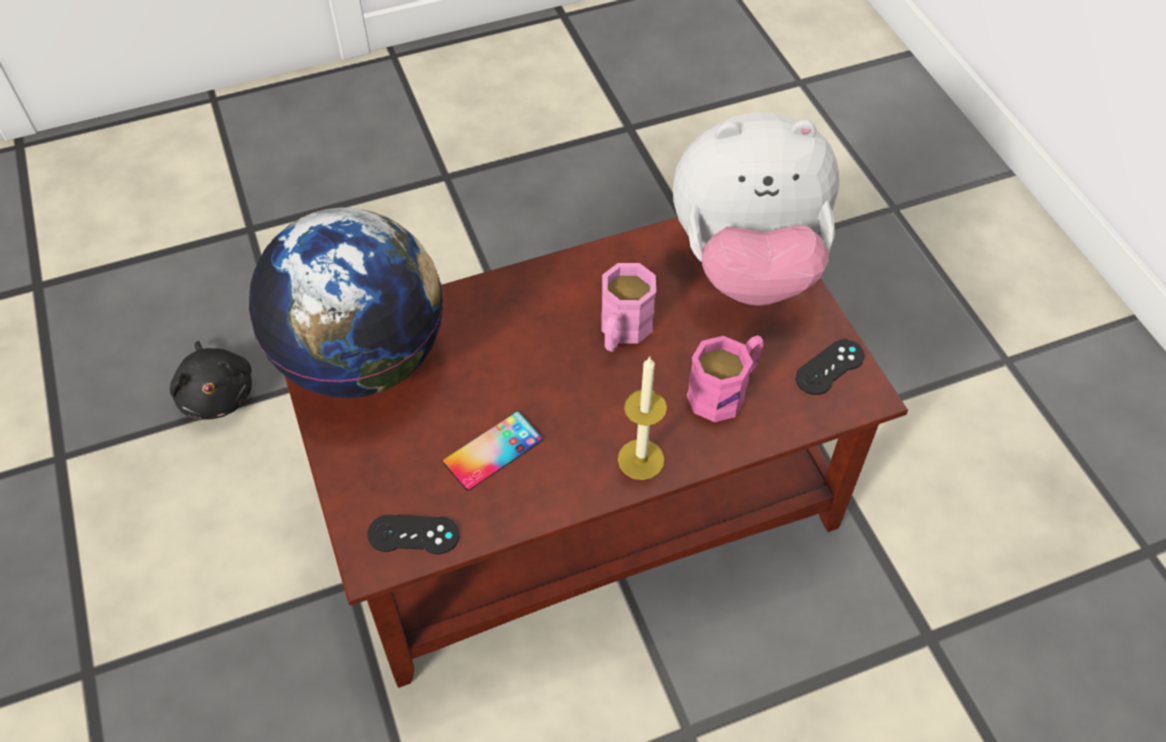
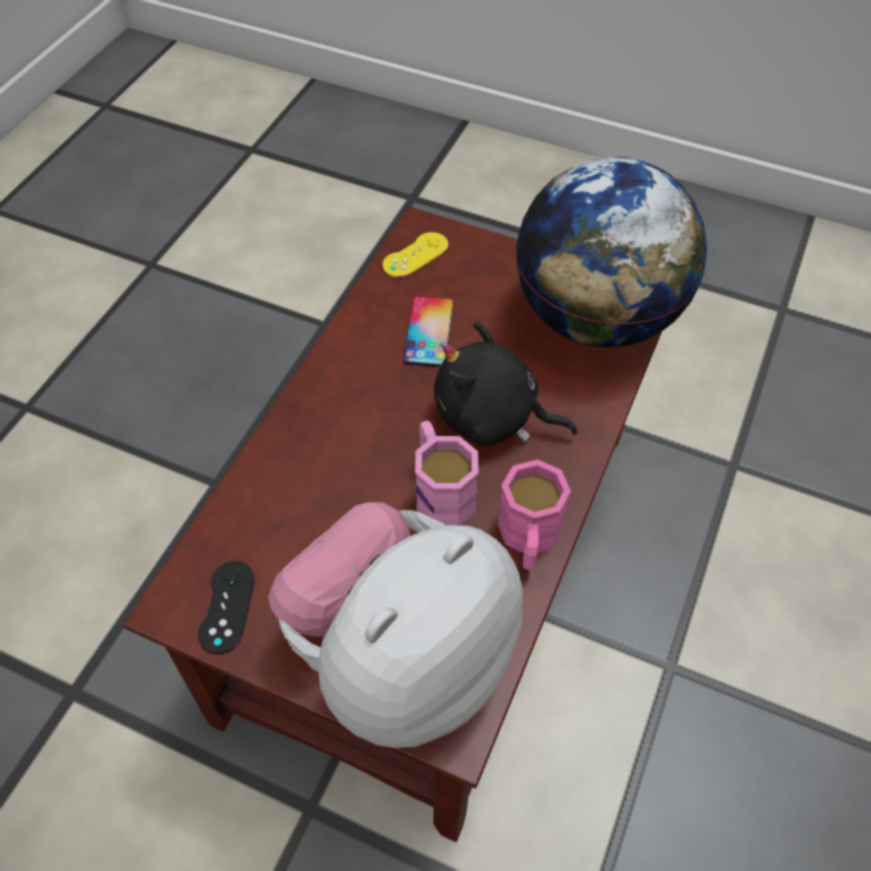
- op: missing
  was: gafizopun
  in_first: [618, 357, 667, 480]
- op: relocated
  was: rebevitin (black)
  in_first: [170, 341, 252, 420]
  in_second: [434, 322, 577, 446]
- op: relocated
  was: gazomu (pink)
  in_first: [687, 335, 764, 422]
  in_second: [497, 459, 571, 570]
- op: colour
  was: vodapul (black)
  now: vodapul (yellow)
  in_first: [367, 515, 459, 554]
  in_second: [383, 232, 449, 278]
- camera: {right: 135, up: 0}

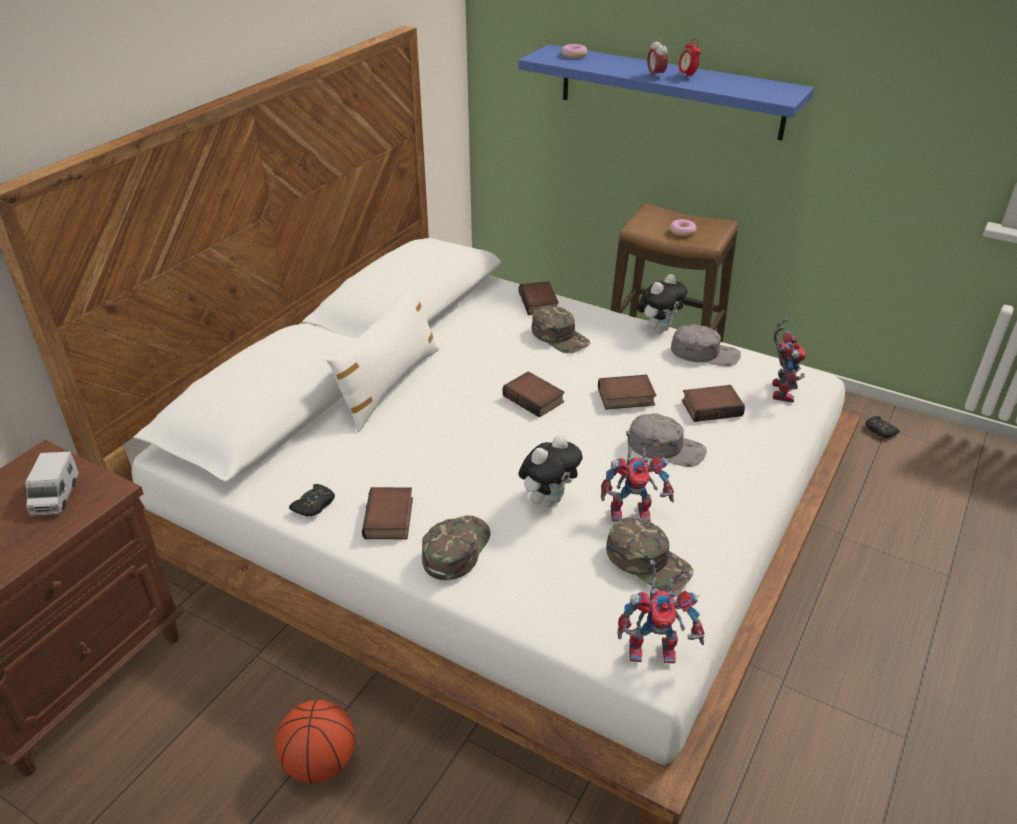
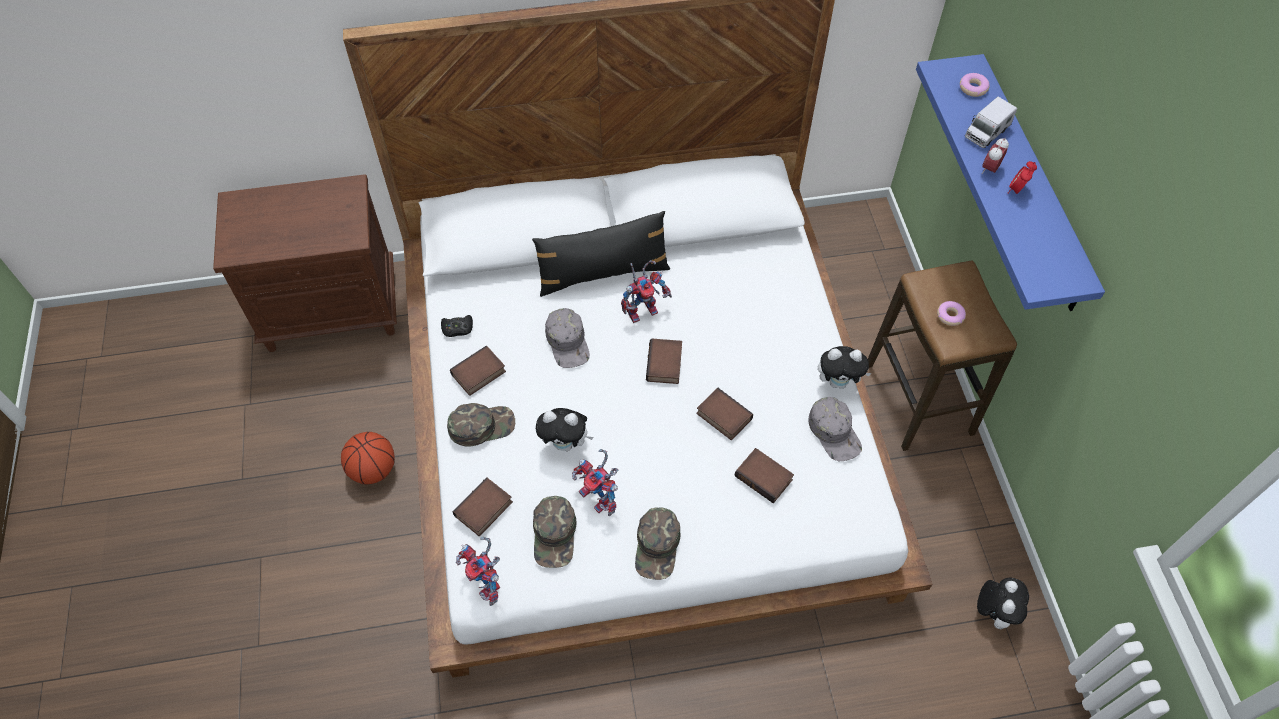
- op: relocated
  was: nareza
  in_first: [23, 452, 79, 516]
  in_second: [965, 97, 1017, 148]
- op: relocated
  was: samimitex
  in_first: [518, 281, 559, 315]
  in_second: [453, 477, 513, 536]
- op: relocated
  was: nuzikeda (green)
  in_first: [532, 305, 590, 353]
  in_second: [635, 508, 680, 580]
- op: relocated
  was: nuzikeda (grey)
  in_first: [629, 413, 707, 467]
  in_second: [545, 308, 590, 368]
- op: relocated
  was: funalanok
  in_first: [772, 318, 806, 403]
  in_second: [621, 260, 672, 323]
- op: exchanged
  was: vodapul (black)
  now: rebevitin
  in_first: [865, 416, 900, 438]
  in_second: [977, 578, 1029, 629]
- op: colour
  was: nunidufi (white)
  now: nunidufi (black)
  in_first: [326, 282, 440, 432]
  in_second: [532, 211, 671, 297]
- camera: {right: 50, up: 20}

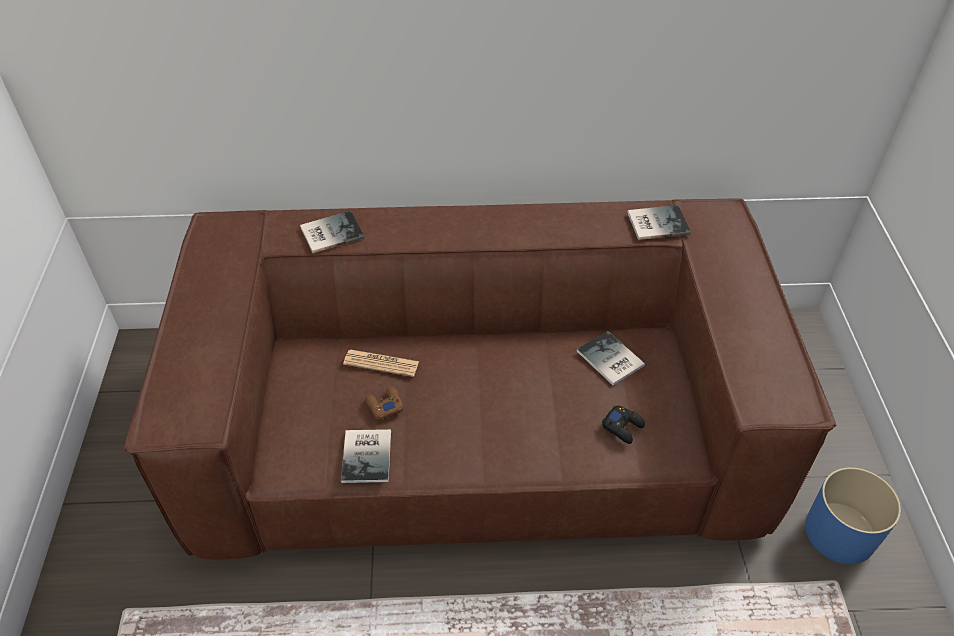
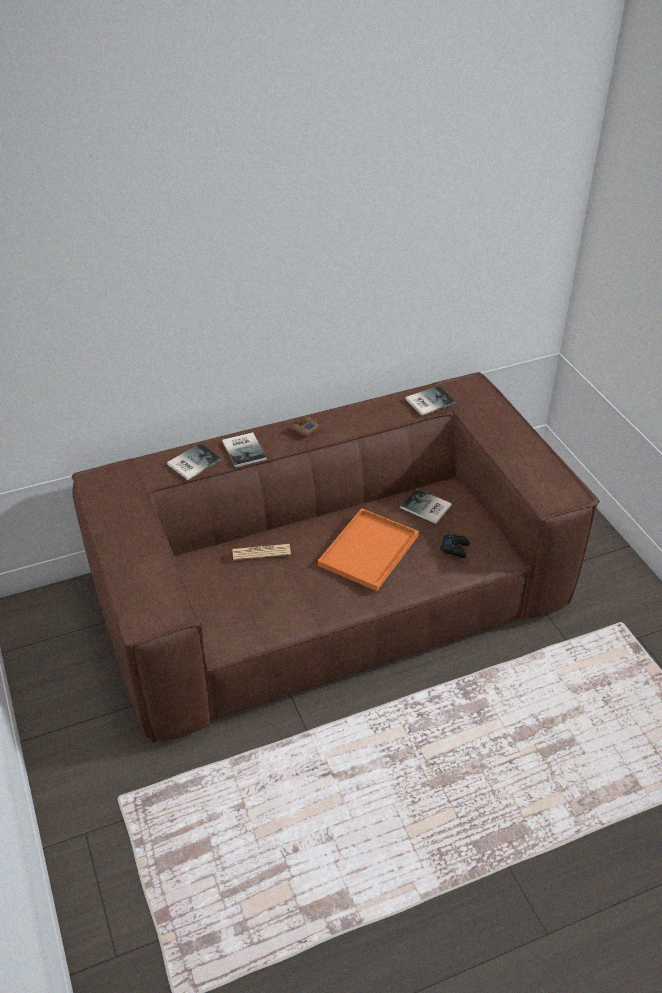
- op: missing
  was: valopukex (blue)
  in_first: [805, 467, 901, 564]
- op: appeared
  now: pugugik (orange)
  in_second: [318, 508, 419, 591]
- op: relocated
  was: samimitex
  in_first: [341, 429, 391, 483]
  in_second: [222, 432, 266, 467]
- op: relocated
  was: vodapul (brown)
  in_first: [365, 387, 404, 420]
  in_second: [289, 416, 319, 437]
- camera: {right: -20, up: -5}

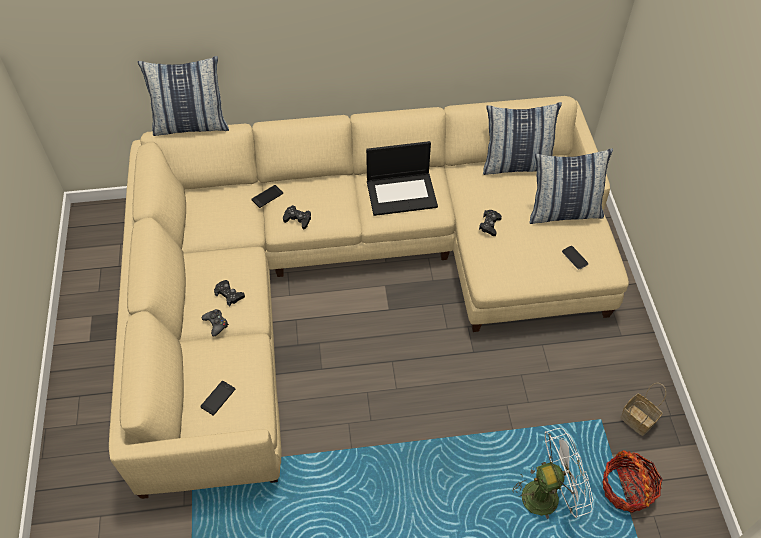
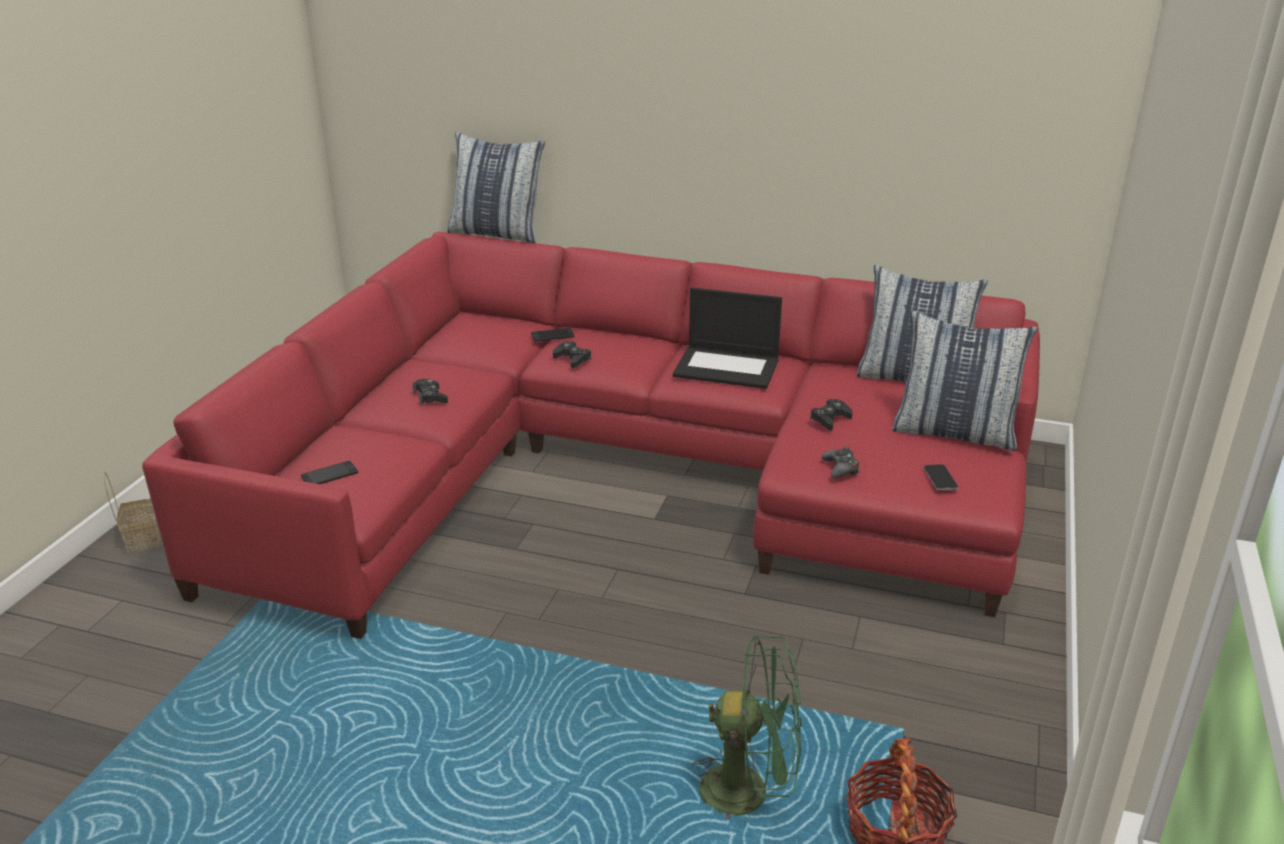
- op: relocated
  was: vodapul (black)
  in_first: [202, 309, 229, 337]
  in_second: [821, 446, 859, 478]
- op: relocated
  was: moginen
  in_first: [620, 383, 666, 436]
  in_second: [103, 471, 161, 553]
- op: colour
  was: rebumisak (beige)
  now: rebumisak (red)
  in_first: [109, 96, 629, 499]
  in_second: [142, 232, 1040, 639]
- op: colour
  was: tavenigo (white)
  now: tavenigo (green)
  in_first: [513, 428, 593, 519]
  in_second: [692, 635, 802, 820]
- camera: {right: 25, up: -25}

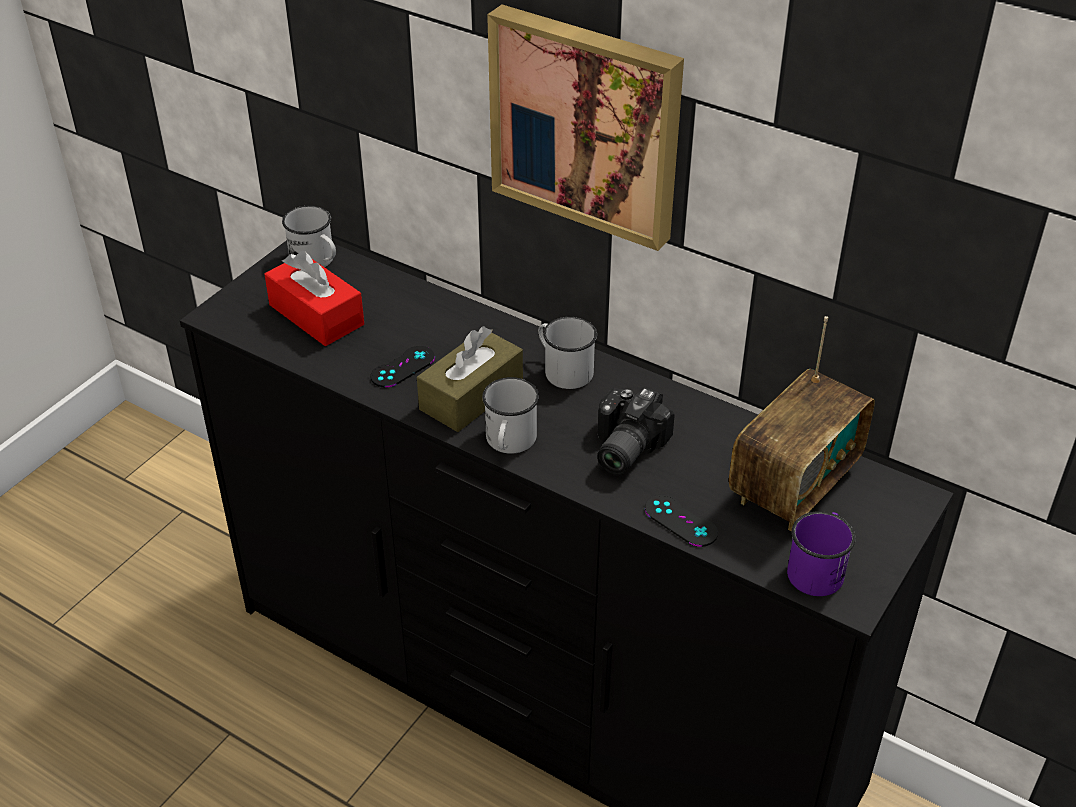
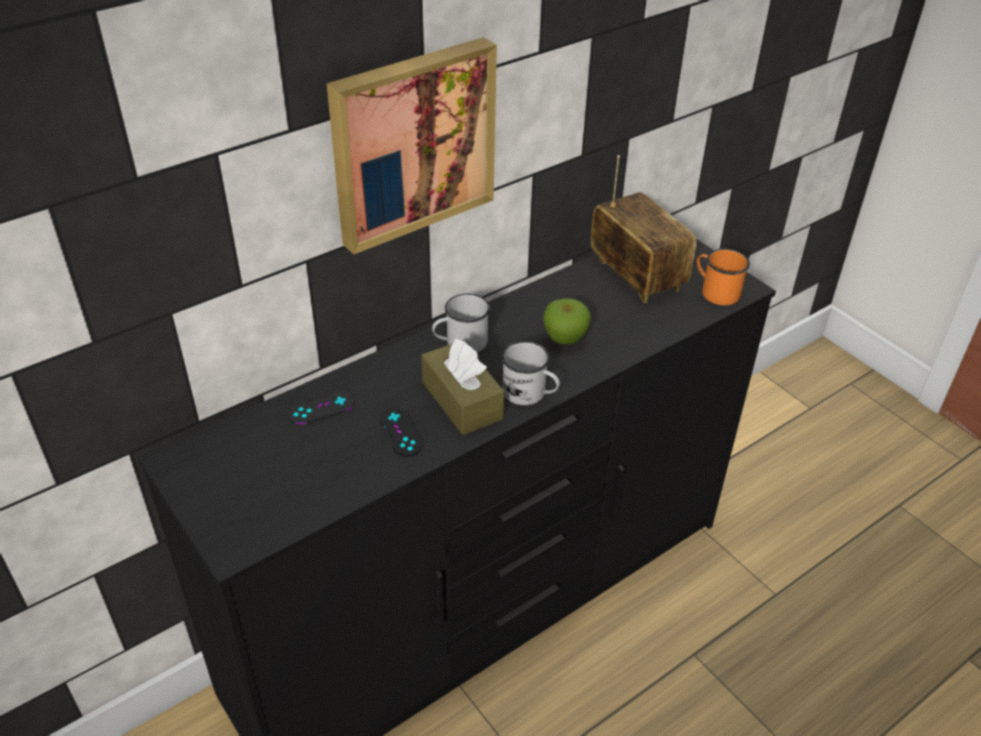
- op: missing
  was: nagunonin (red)
  in_first: [264, 251, 364, 346]
- op: missing
  was: gazomu (white)
  in_first: [282, 206, 336, 267]
- op: relocated
  was: vodapul (black)
  in_first: [645, 495, 718, 547]
  in_second: [288, 392, 354, 424]
- op: exchanged
  was: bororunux
  now: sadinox
  in_first: [597, 387, 675, 475]
  in_second: [543, 299, 591, 344]
- op: colour
  was: gazomu (purple)
  now: gazomu (orange)
  in_first: [787, 511, 856, 596]
  in_second: [697, 249, 750, 306]
- camera: {right: -70, up: 0}

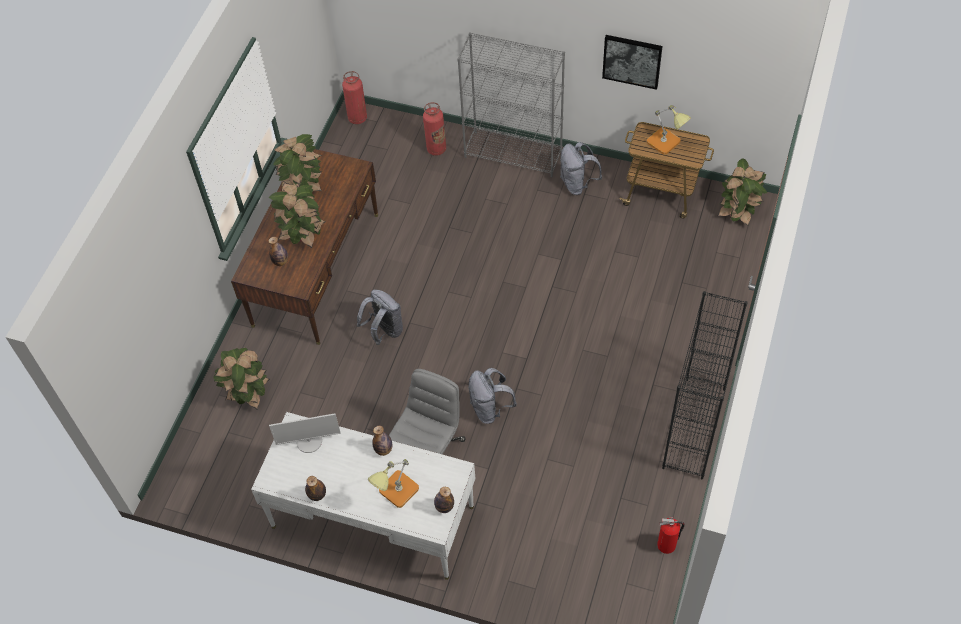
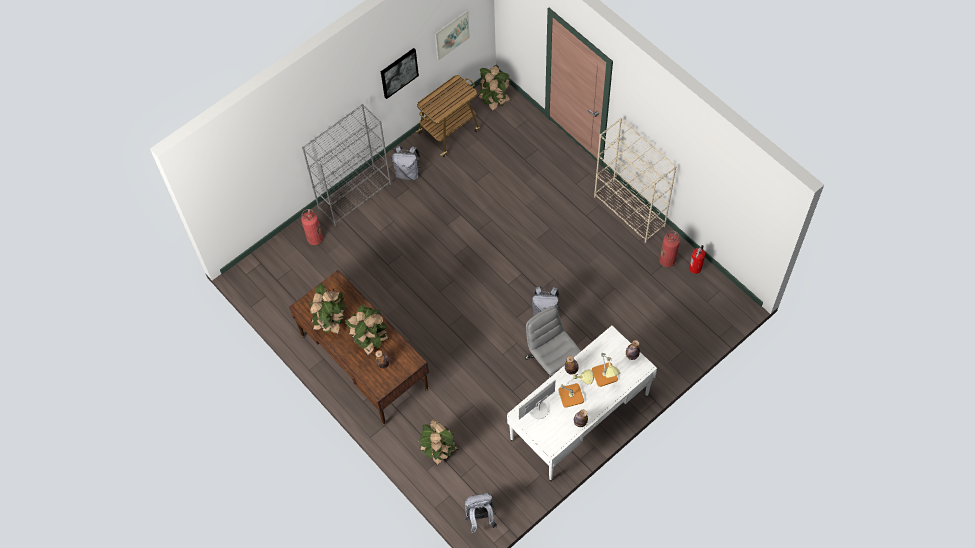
- op: appeared
  now: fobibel
  in_second: [435, 10, 470, 61]
- op: relocated
  was: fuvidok
  in_first: [342, 71, 367, 124]
  in_second: [659, 231, 680, 267]
- op: relocated
  was: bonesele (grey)
  in_first: [357, 290, 403, 345]
  in_second: [464, 493, 497, 534]
- op: relocated
  was: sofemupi
  in_first: [647, 105, 691, 155]
  in_second: [558, 369, 594, 408]
- op: colour
  was: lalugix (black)
  now: lalugix (beige)
  in_first: [662, 291, 748, 480]
  in_second: [594, 118, 677, 243]
- op: spun
  was: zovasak
  in_first: [269, 413, 341, 453]
  in_second: [518, 379, 555, 419]
  clockwise: -150
- camera: {right: -60, up: 5}

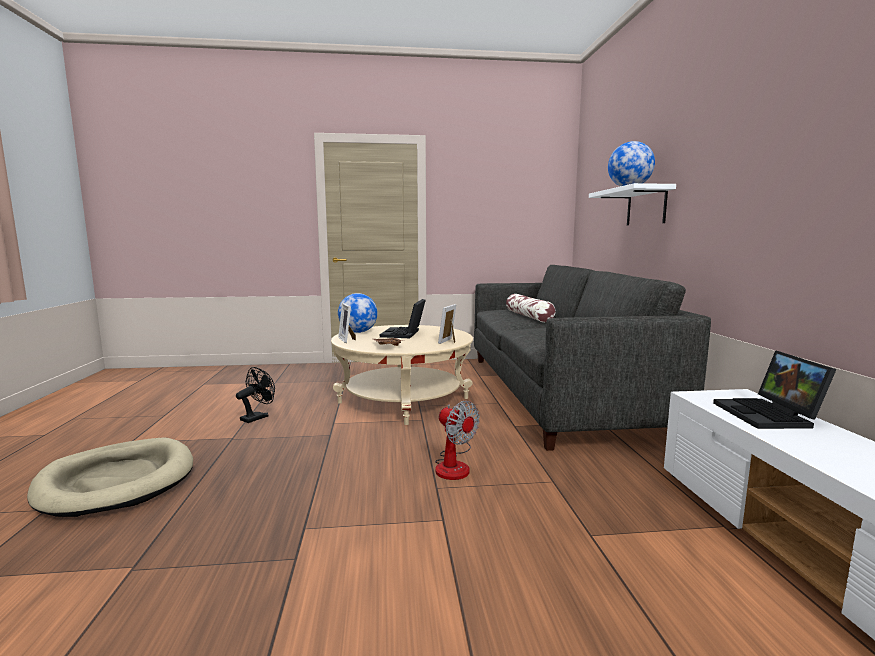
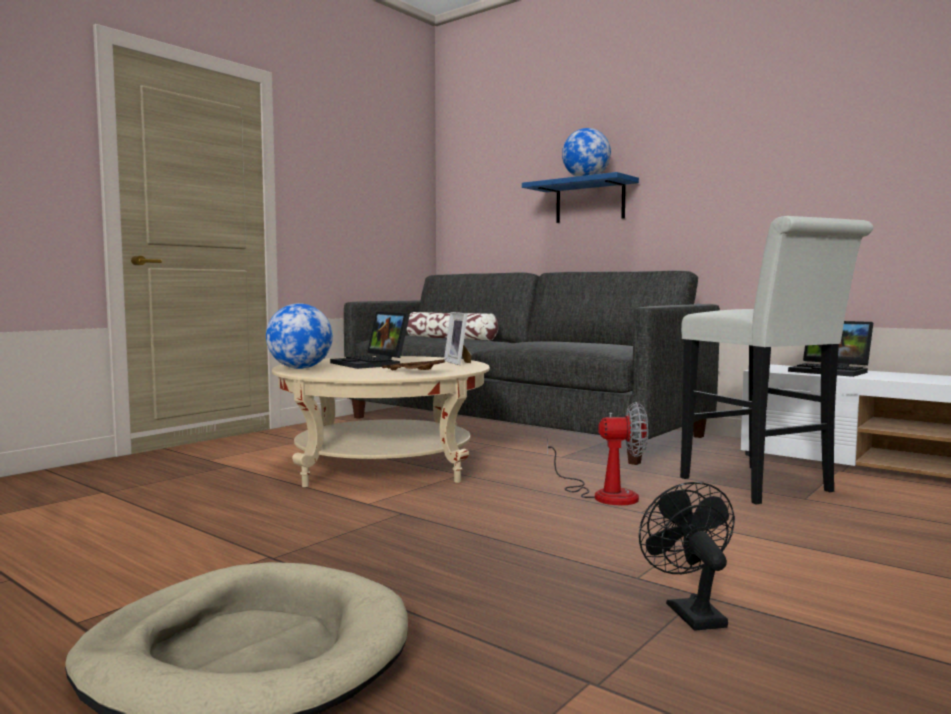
- op: missing
  was: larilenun
  in_first: [338, 303, 356, 343]
- op: appeared
  now: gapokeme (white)
  in_second: [680, 216, 873, 504]
- op: relocated
  was: tavenigo (black)
  in_first: [236, 367, 275, 423]
  in_second: [639, 482, 735, 631]
- op: colour
  was: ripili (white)
  now: ripili (blue)
  in_first: [589, 183, 676, 225]
  in_second: [522, 172, 639, 223]
- camera: {right: -45, up: -5}

